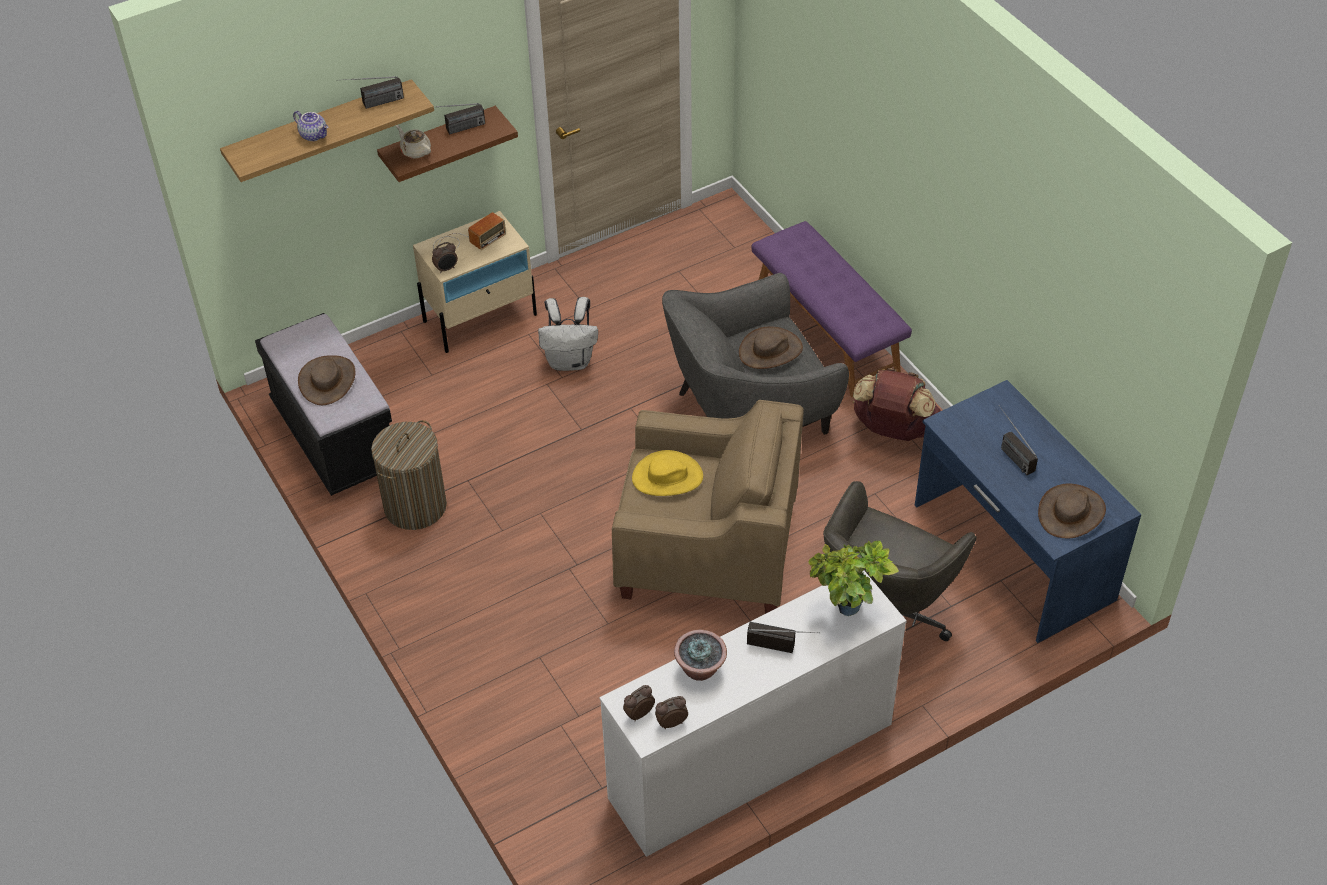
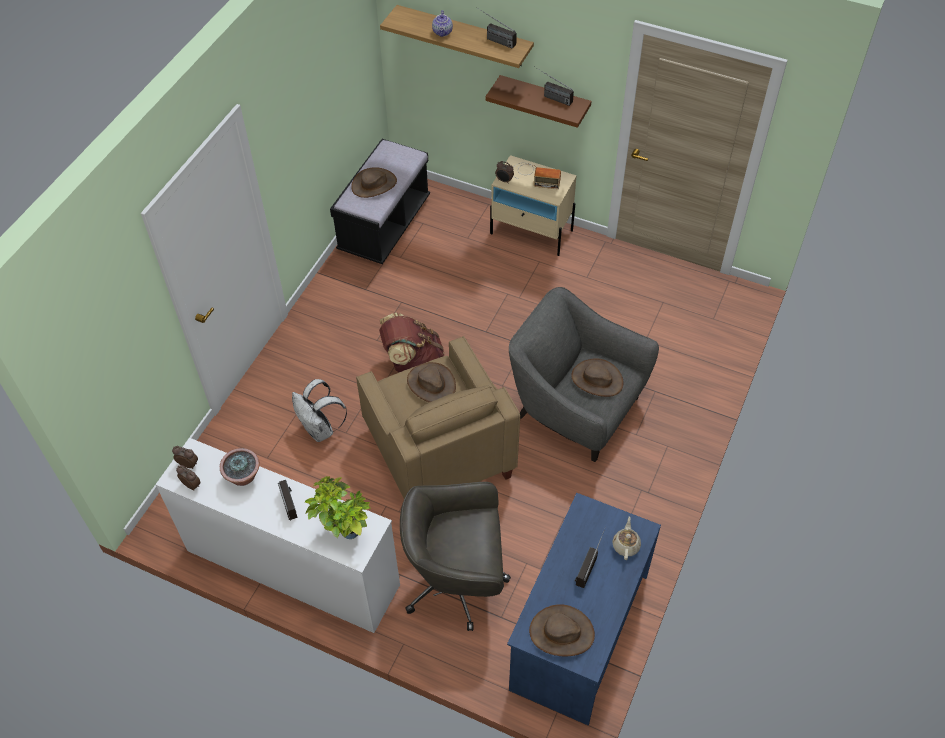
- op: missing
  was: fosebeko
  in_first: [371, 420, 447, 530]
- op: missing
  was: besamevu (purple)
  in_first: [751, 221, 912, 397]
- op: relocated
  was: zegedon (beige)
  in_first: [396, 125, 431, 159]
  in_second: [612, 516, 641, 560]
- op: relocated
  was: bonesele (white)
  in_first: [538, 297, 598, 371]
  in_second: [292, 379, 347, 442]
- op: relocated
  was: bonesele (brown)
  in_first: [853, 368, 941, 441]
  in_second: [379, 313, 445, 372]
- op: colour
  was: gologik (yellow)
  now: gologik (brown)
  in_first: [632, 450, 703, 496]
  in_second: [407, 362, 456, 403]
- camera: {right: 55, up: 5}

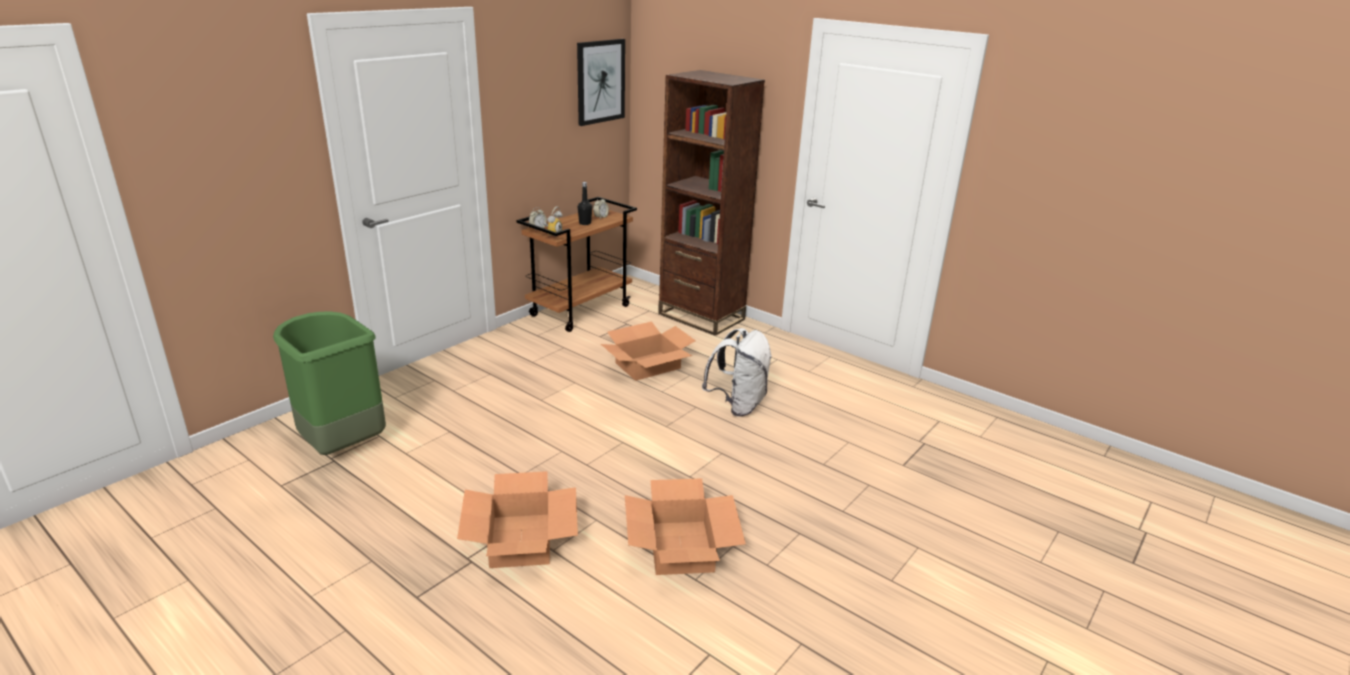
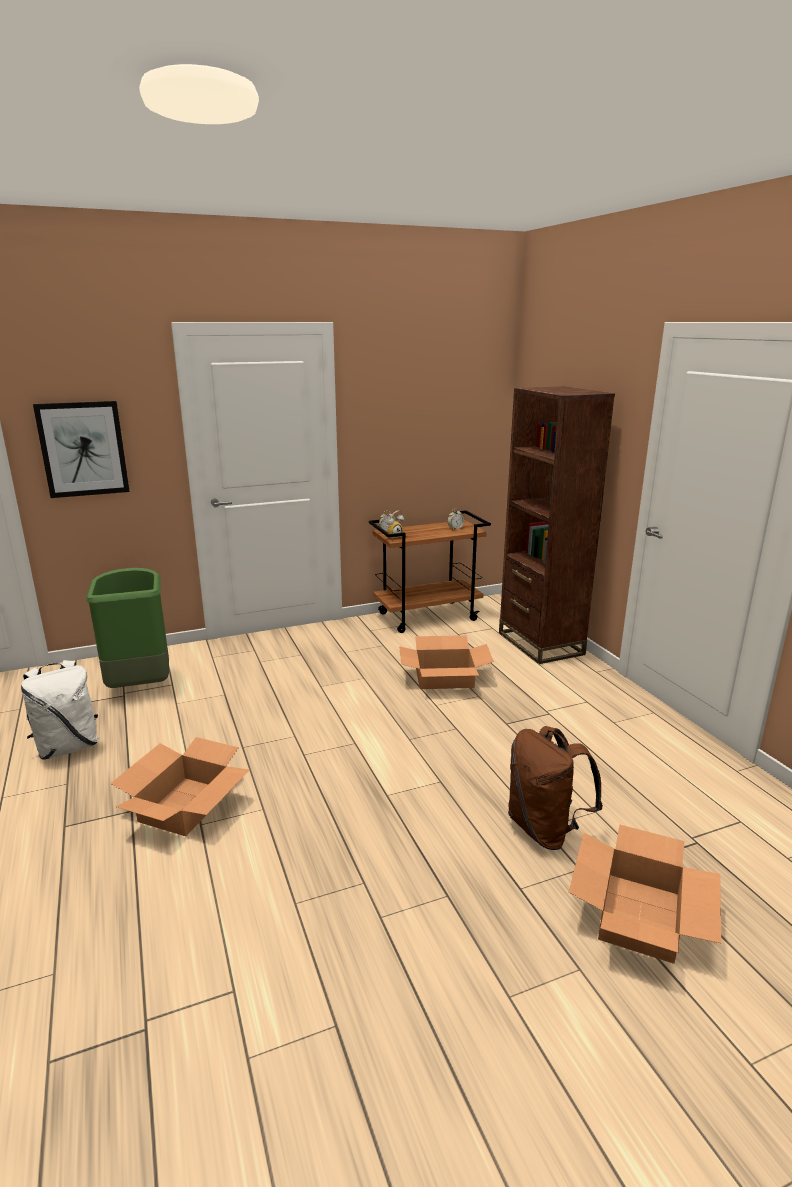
- op: missing
  was: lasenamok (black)
  in_first: [578, 182, 592, 225]
- op: appeared
  now: bonesele (brown)
  in_second: [508, 726, 603, 850]
- op: relocated
  was: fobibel
  in_first: [577, 39, 625, 126]
  in_second: [33, 401, 130, 498]
- op: relocated
  was: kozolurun
  in_first: [625, 478, 746, 575]
  in_second: [569, 825, 721, 964]
- op: relocated
  was: bonesele (white)
  in_first: [702, 328, 772, 417]
  in_second: [21, 660, 98, 760]
- camera: {right: 30, up: -5}

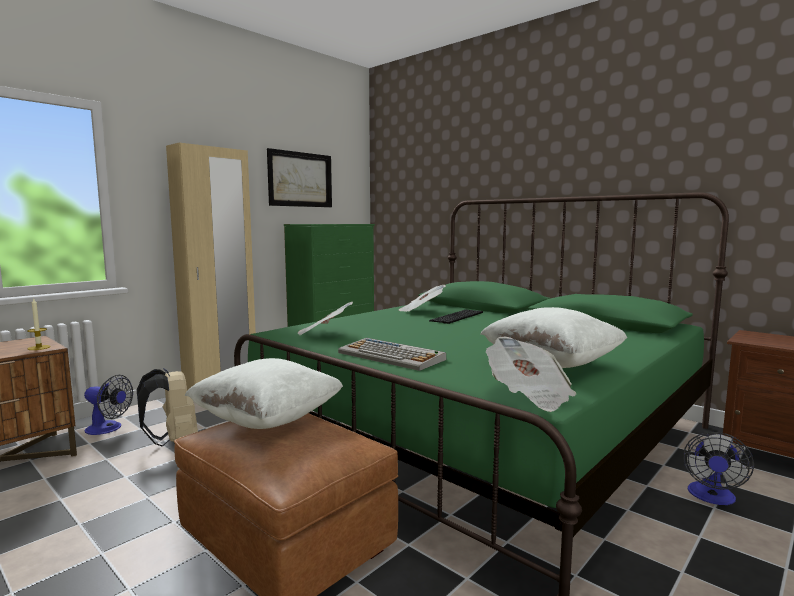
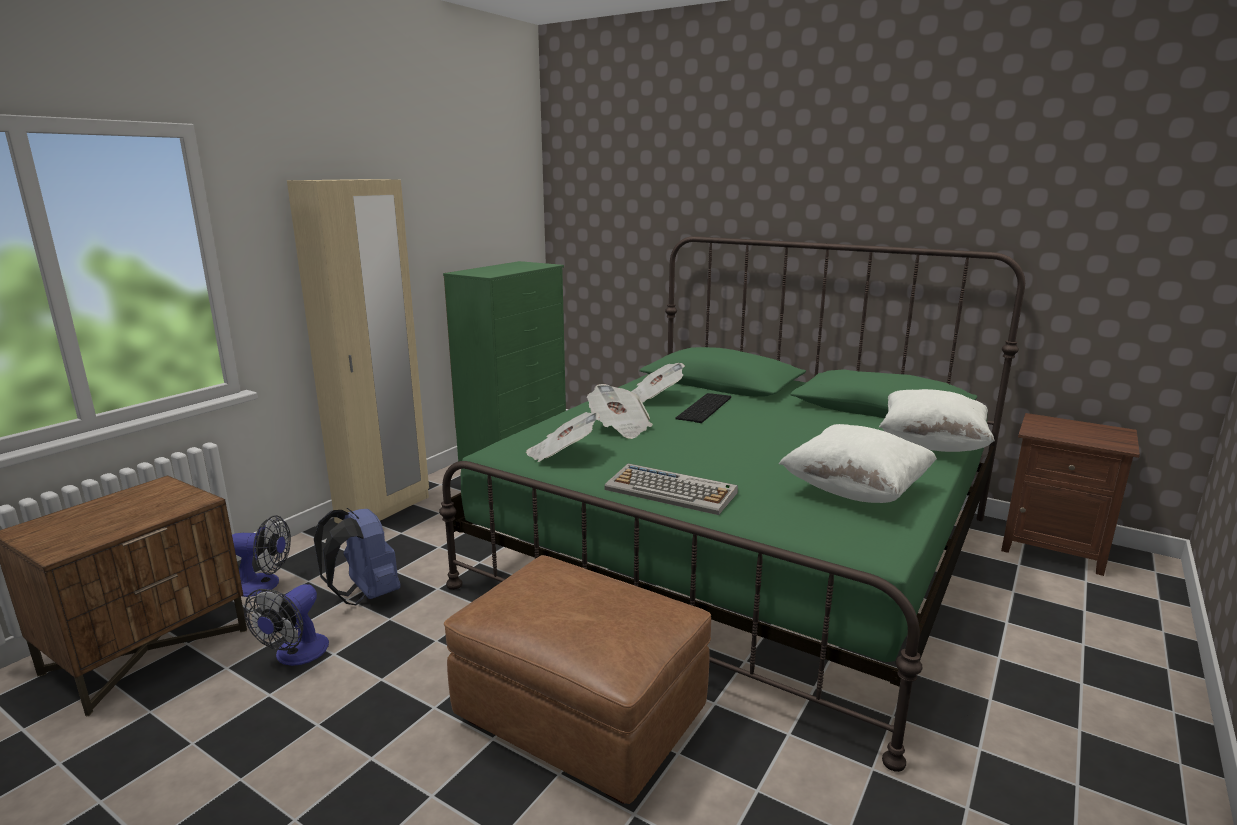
- op: missing
  was: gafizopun
  in_first: [27, 299, 51, 350]
- op: missing
  was: fobibel
  in_first: [267, 148, 332, 207]
- op: relocated
  was: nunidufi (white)
  in_first: [185, 358, 343, 429]
  in_second: [879, 389, 995, 452]
- op: relocated
  was: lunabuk
  in_first: [486, 337, 576, 412]
  in_second: [587, 384, 653, 439]
- op: relocated
  was: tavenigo
  in_first: [683, 432, 754, 505]
  in_second: [244, 584, 329, 666]
- op: colour
  was: bonesele (beige)
  now: bonesele (blue)
  in_first: [137, 368, 198, 447]
  in_second: [314, 508, 401, 605]
- camera: {right: -10, up: 10}

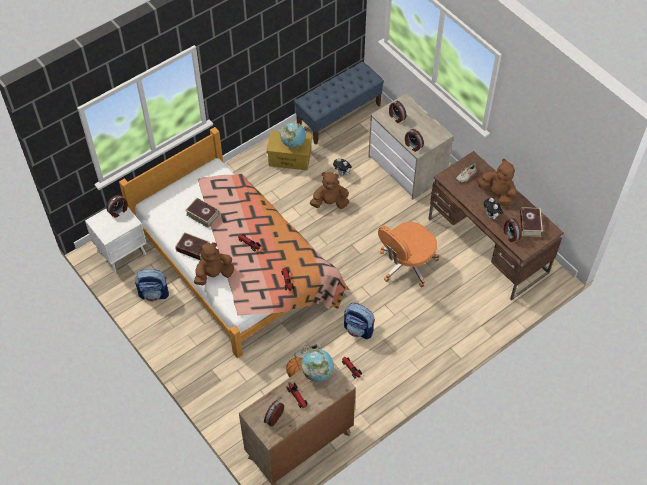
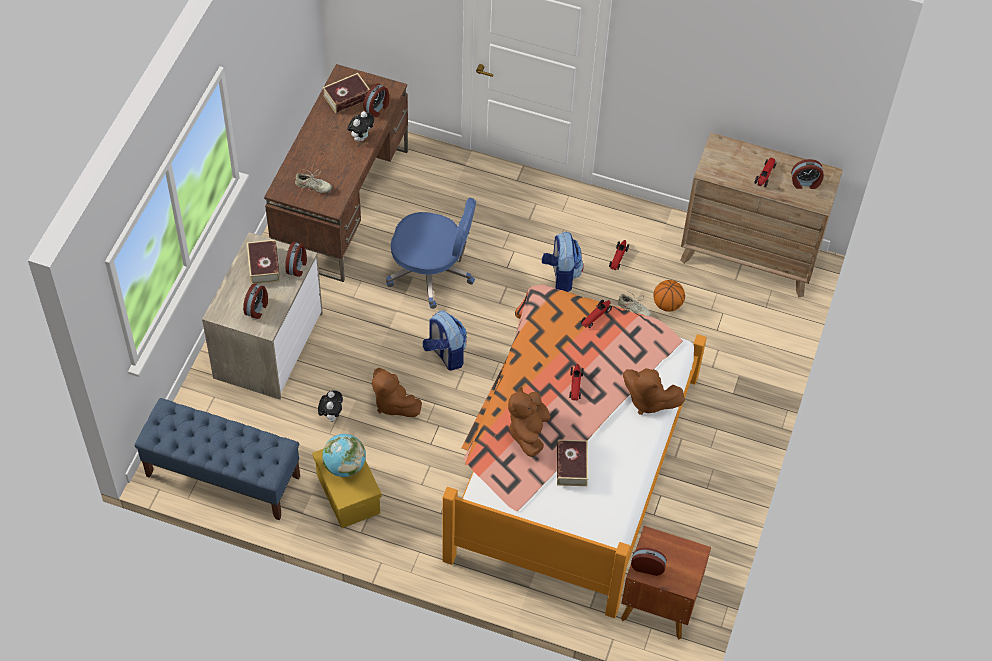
- op: missing
  was: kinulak
  in_first: [301, 349, 334, 381]
- op: relocated
  was: bonesele
  in_first: [135, 269, 169, 302]
  in_second: [423, 311, 467, 371]
- op: relocated
  was: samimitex
  in_first: [175, 232, 210, 260]
  in_second: [247, 239, 280, 284]
- op: relocated
  was: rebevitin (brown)
  in_first: [477, 159, 516, 206]
  in_second: [508, 386, 551, 457]
- op: colour
  was: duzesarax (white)
  now: duzesarax (brown)
  in_first: [85, 207, 147, 273]
  in_second: [621, 526, 711, 640]
- op: colour
  was: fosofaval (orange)
  now: fosofaval (blue)
  in_first: [378, 222, 439, 287]
  in_second: [386, 197, 476, 309]
- camera: {right: -125, up: 0}

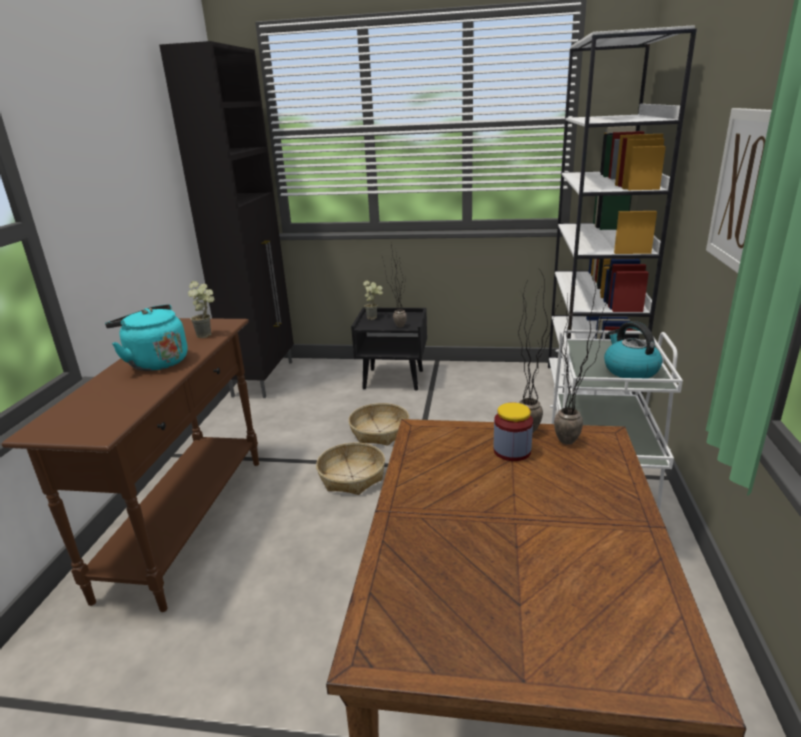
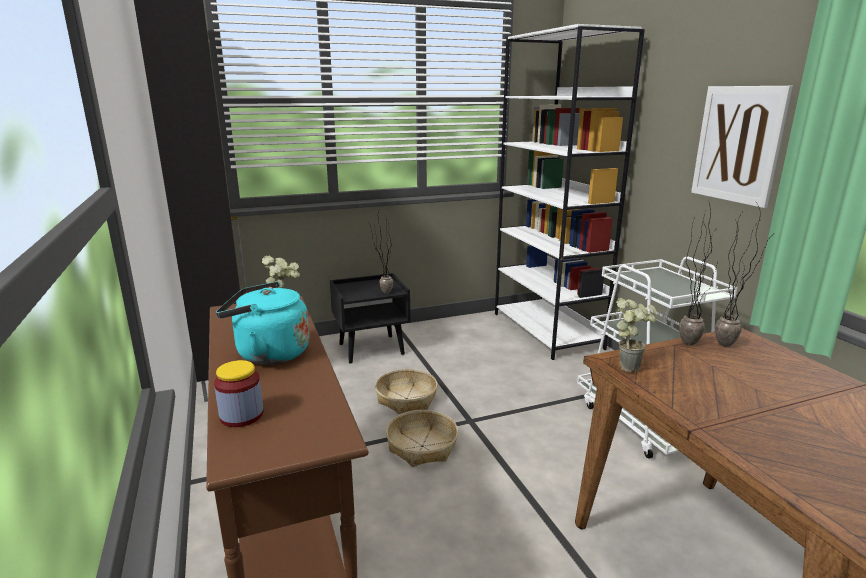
- op: missing
  was: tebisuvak
  in_first: [604, 321, 662, 378]
- op: relocated
  was: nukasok
  in_first: [363, 281, 383, 320]
  in_second: [616, 298, 657, 373]
- op: relocated
  was: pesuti
  in_first: [494, 403, 533, 461]
  in_second: [214, 360, 263, 427]
- camera: {right: -30, up: -5}

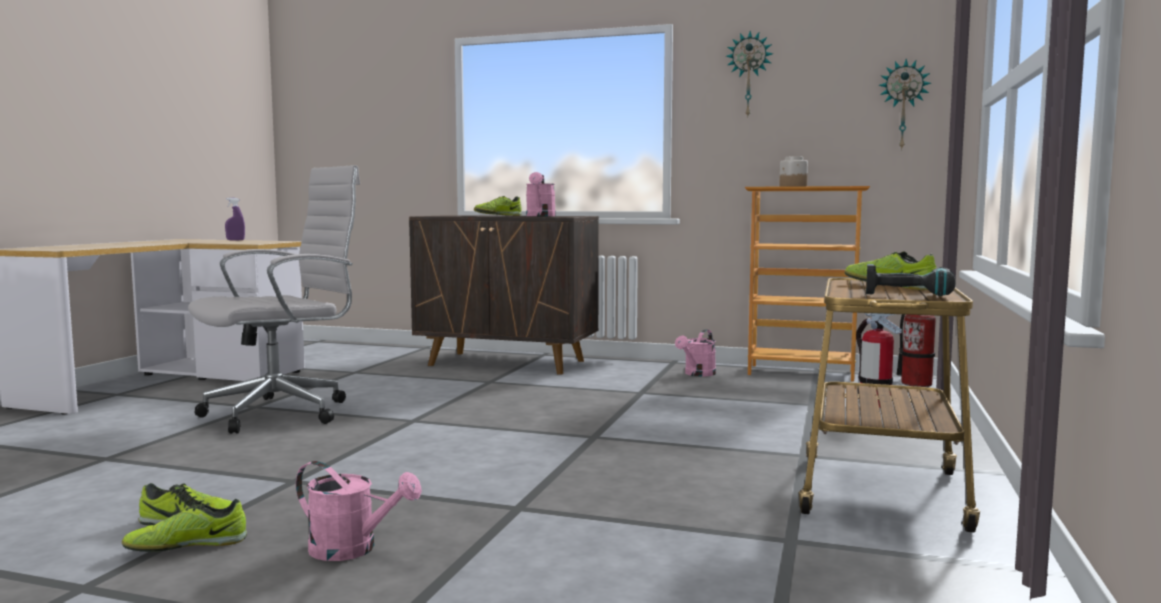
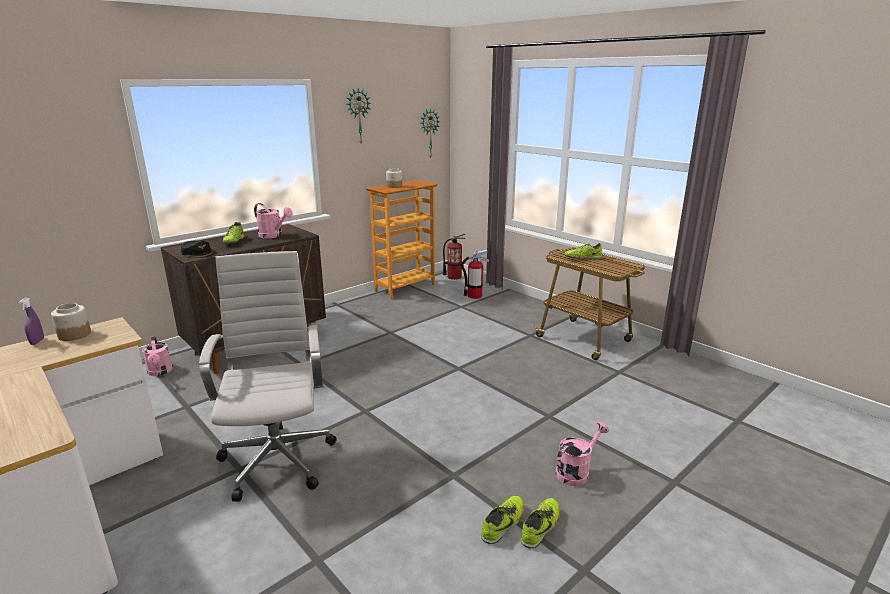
- op: missing
  was: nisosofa
  in_first: [866, 264, 955, 296]
- op: appeared
  now: pesuti
  in_second: [51, 303, 91, 341]
- op: appeared
  now: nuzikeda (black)
  in_second: [181, 240, 214, 258]
- op: relocated
  was: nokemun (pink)
  in_first: [675, 329, 716, 377]
  in_second: [142, 336, 173, 376]
- op: spun
  was: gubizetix
  in_first: [122, 499, 247, 552]
  in_second: [521, 498, 560, 548]
  clockwise: -150
- camera: {right: -60, up: 15}

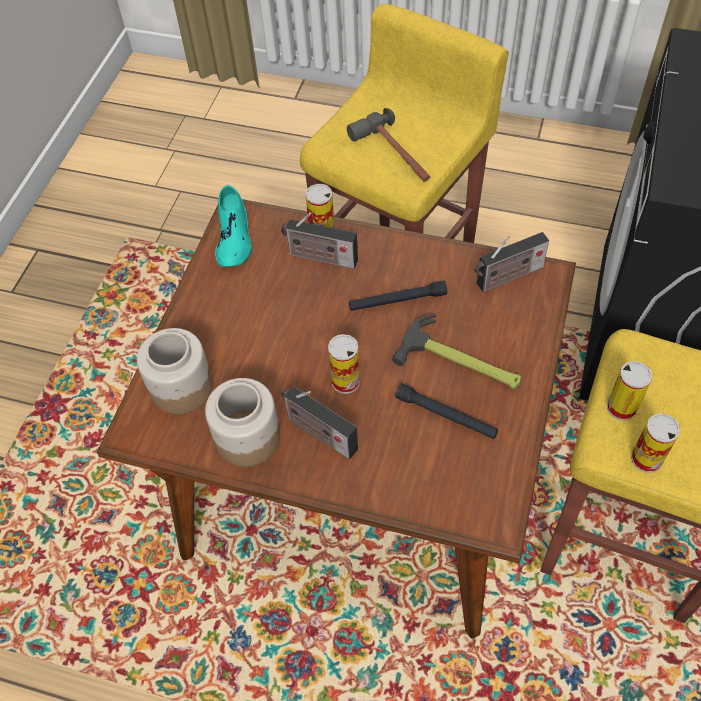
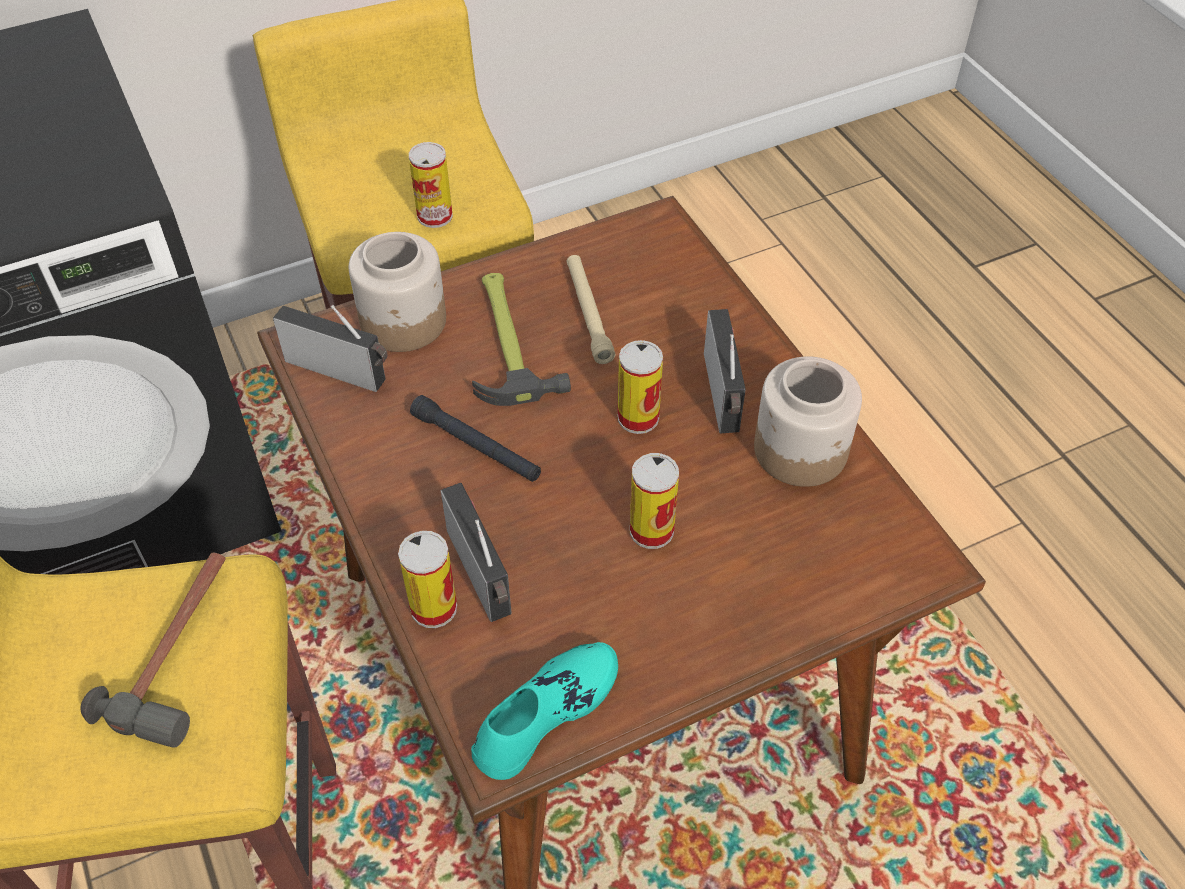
- op: relocated
  was: pesuti
  in_first: [137, 328, 213, 414]
  in_second: [349, 232, 446, 352]
- op: relocated
  was: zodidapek
  in_first: [631, 413, 680, 473]
  in_second: [630, 453, 679, 549]
- op: colour
  was: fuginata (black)
  now: fuginata (beige)
  in_first: [395, 384, 498, 439]
  in_second: [567, 255, 615, 364]
- camera: {right: -135, up: -5}

